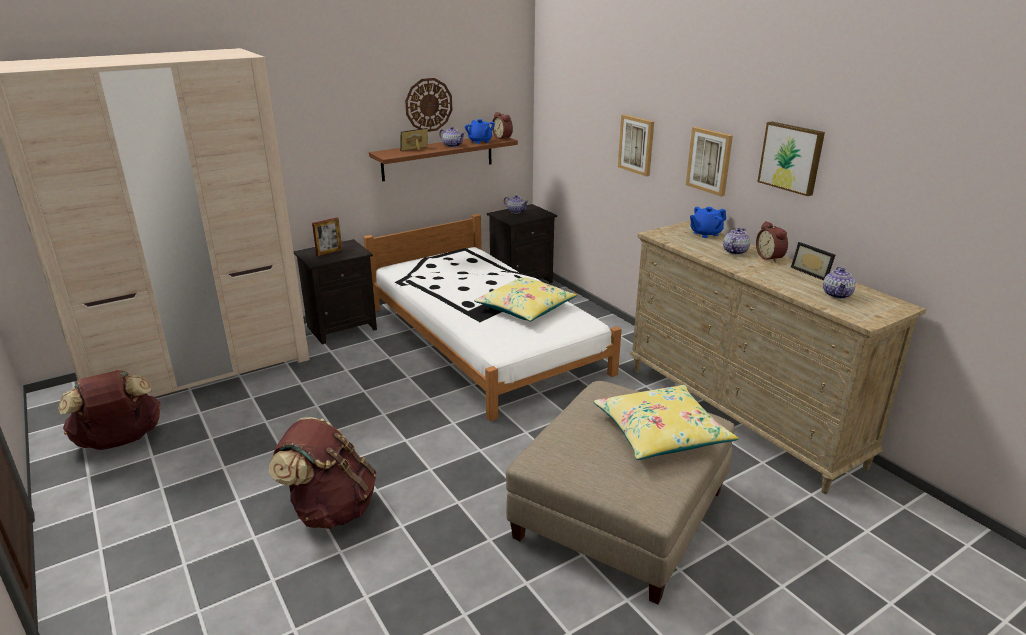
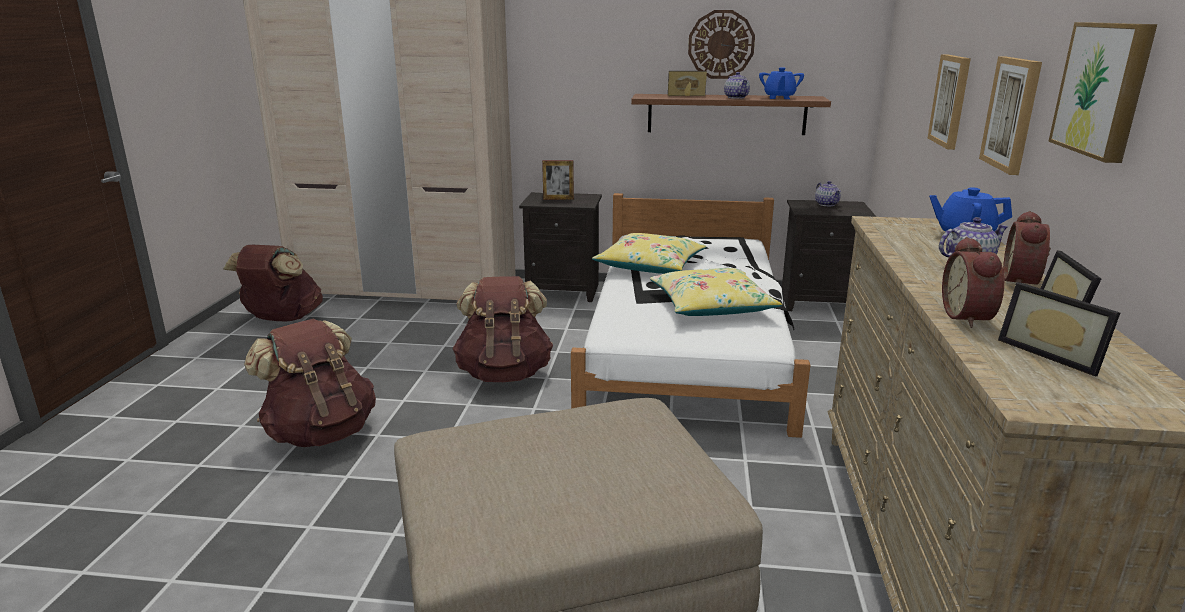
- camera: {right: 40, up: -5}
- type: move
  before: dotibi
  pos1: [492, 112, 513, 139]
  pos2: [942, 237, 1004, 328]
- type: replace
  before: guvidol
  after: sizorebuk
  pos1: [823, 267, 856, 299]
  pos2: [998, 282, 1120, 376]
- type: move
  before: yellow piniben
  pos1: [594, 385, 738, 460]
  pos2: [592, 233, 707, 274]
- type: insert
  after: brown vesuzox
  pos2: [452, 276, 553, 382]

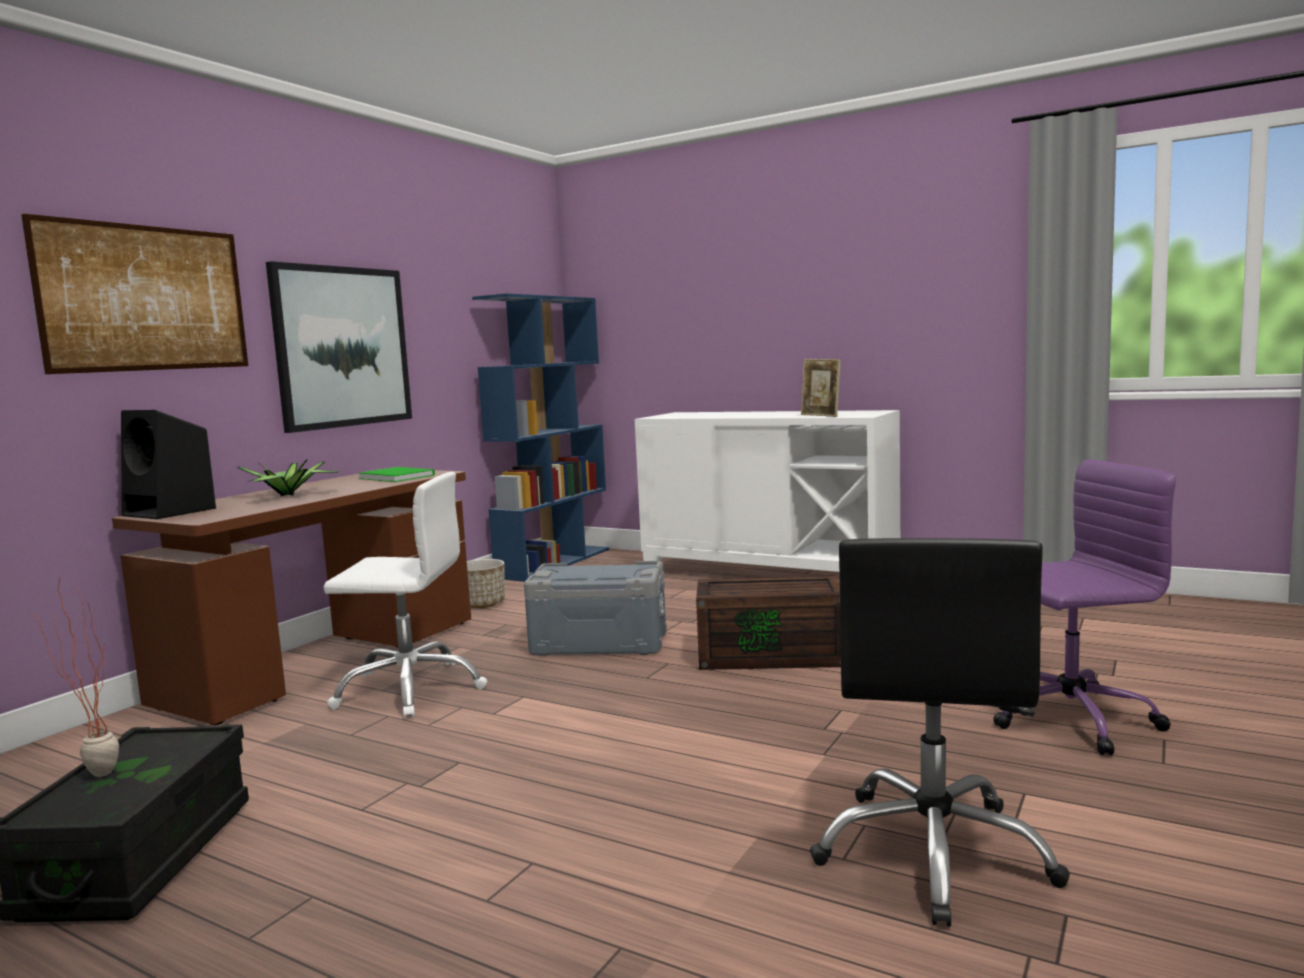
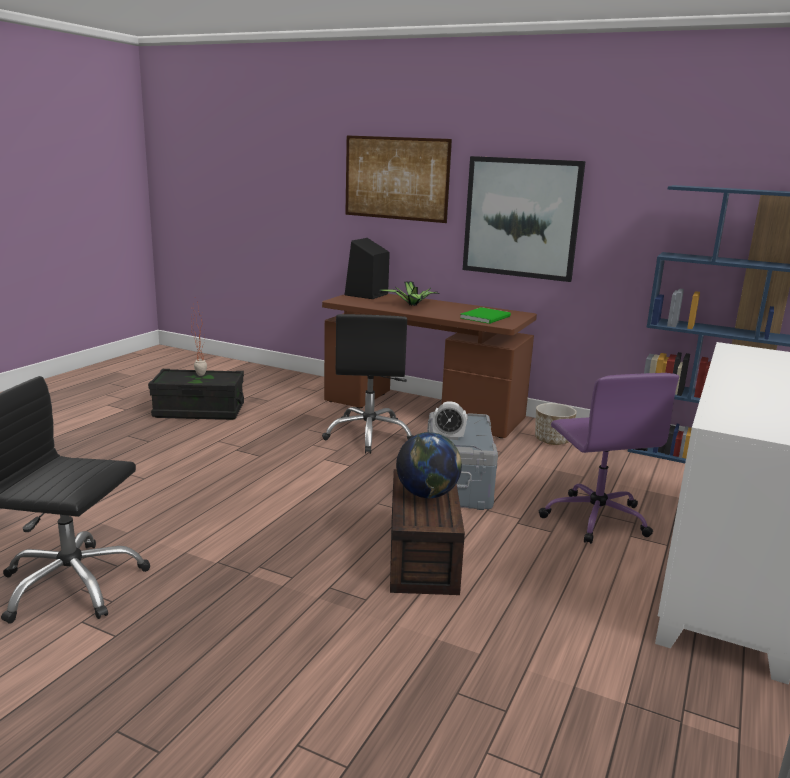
- camera: {right: 85, up: 10}
- type: delete
  before: sizorebuk
  pos1: [801, 359, 841, 417]
- type: move
  before: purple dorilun
  pos1: [993, 460, 1176, 755]
  pos2: [539, 373, 679, 544]
- type: recolor
  before: white dorilun
  after: black dorilun
  pos1: [324, 472, 487, 719]
  pos2: [322, 314, 413, 454]
- type: insert
  after: dotibi
  pos2: [433, 401, 467, 440]
- type: insert
  after: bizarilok
  pos2: [396, 432, 462, 498]

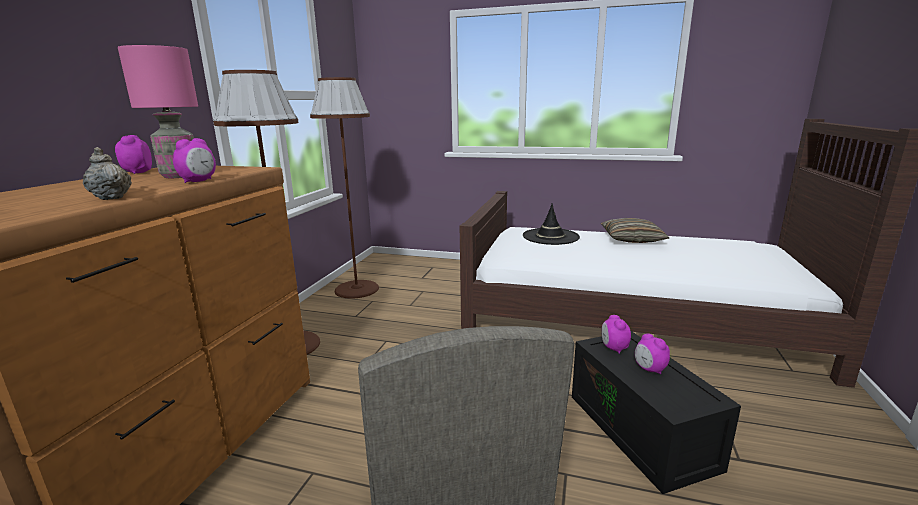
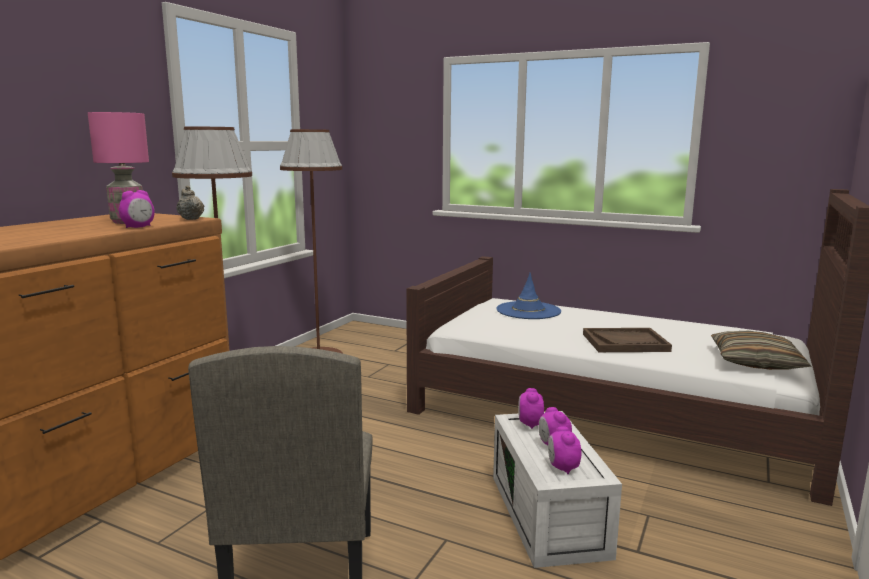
- camera: {right: 10, up: -5}
- type: move
  before: dotibi
  pos1: [115, 135, 152, 174]
  pos2: [548, 426, 581, 474]
- type: move
  before: beige guvidol
  pos1: [83, 147, 132, 200]
  pos2: [176, 185, 204, 220]
- type: recolor
  before: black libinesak
  after: blue libinesak
  pos1: [523, 203, 580, 245]
  pos2: [496, 273, 561, 319]
- type: move
  before: piniben
  pos1: [601, 218, 669, 243]
  pos2: [711, 331, 812, 370]
- type: recolor
  before: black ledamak
  after: white ledamak
  pos1: [572, 330, 741, 494]
  pos2: [493, 411, 622, 568]
- type: insert
  after: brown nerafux
  pos2: [583, 328, 672, 352]

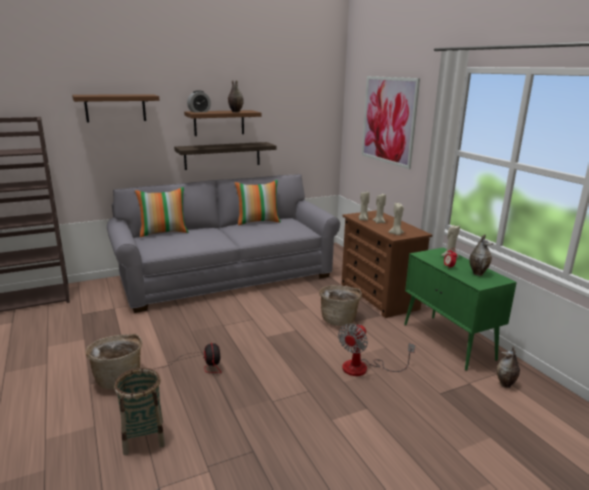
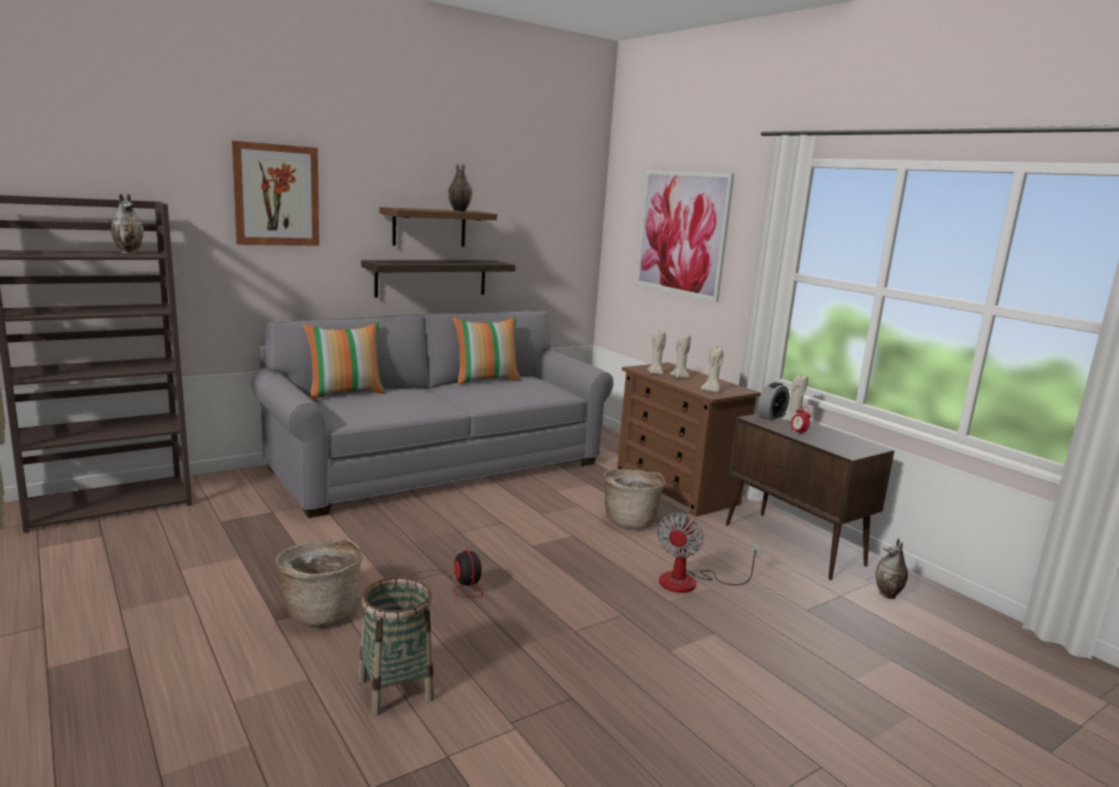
- camera: {right: -10, up: -5}
- type: move
  before: dotibi
  pos1: [187, 90, 211, 113]
  pos2: [758, 382, 789, 420]
- type: replace
  before: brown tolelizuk
  after: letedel
  pos1: [72, 94, 160, 123]
  pos2: [232, 141, 319, 246]
- type: move
  before: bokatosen
  pos1: [470, 235, 493, 276]
  pos2: [111, 193, 144, 254]
- type: recolor
  before: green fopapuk
  after: brown fopapuk
  pos1: [404, 248, 517, 371]
  pos2: [726, 413, 895, 580]

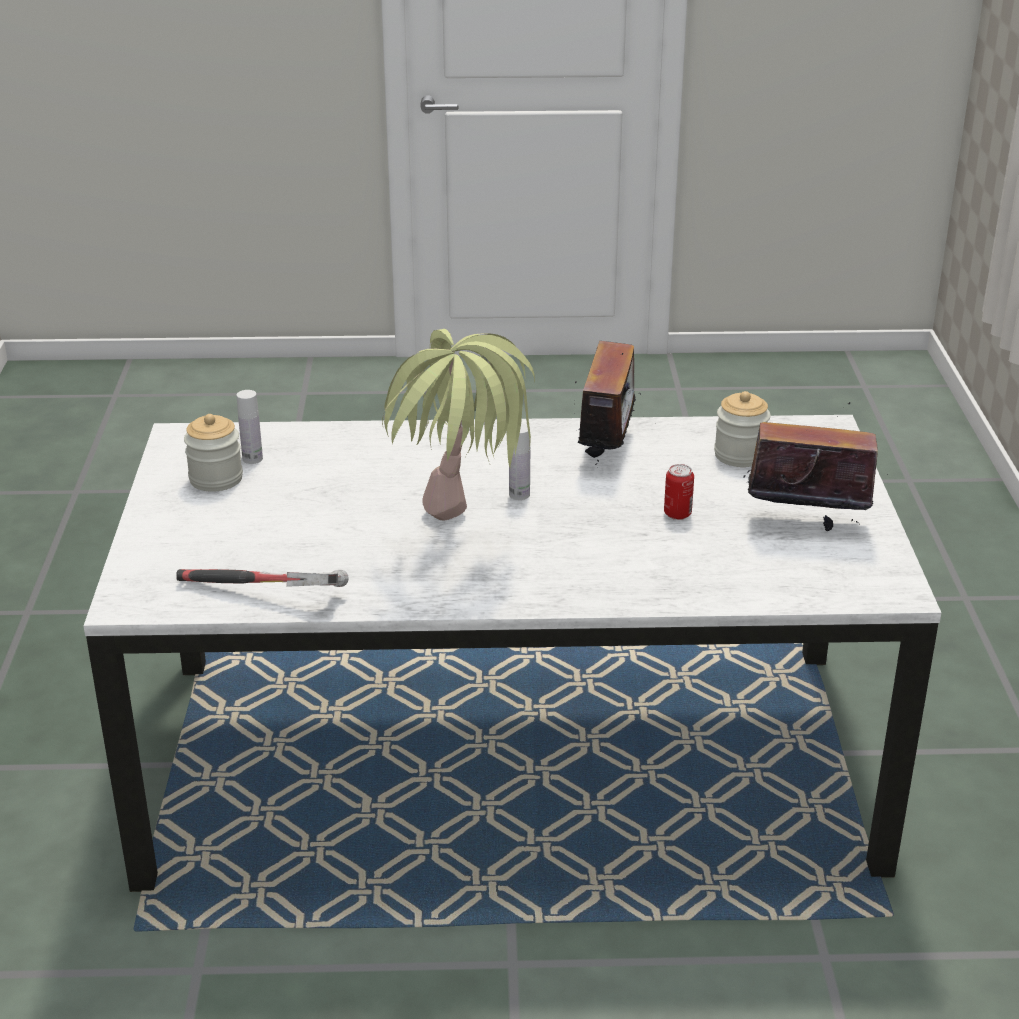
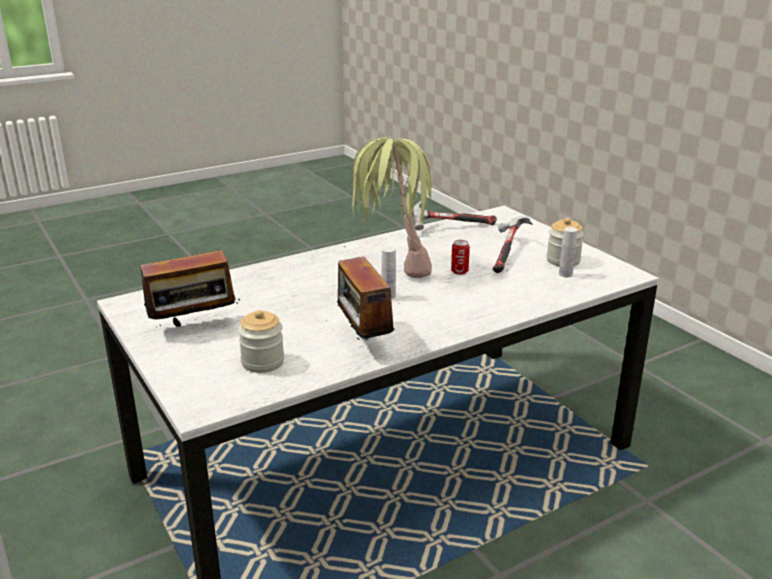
- camera: {right: 150, up: -5}
- type: move
  before: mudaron
  pos1: [664, 464, 694, 520]
  pos2: [451, 240, 470, 275]
- type: insert
  after: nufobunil
  pos2: [493, 216, 533, 273]

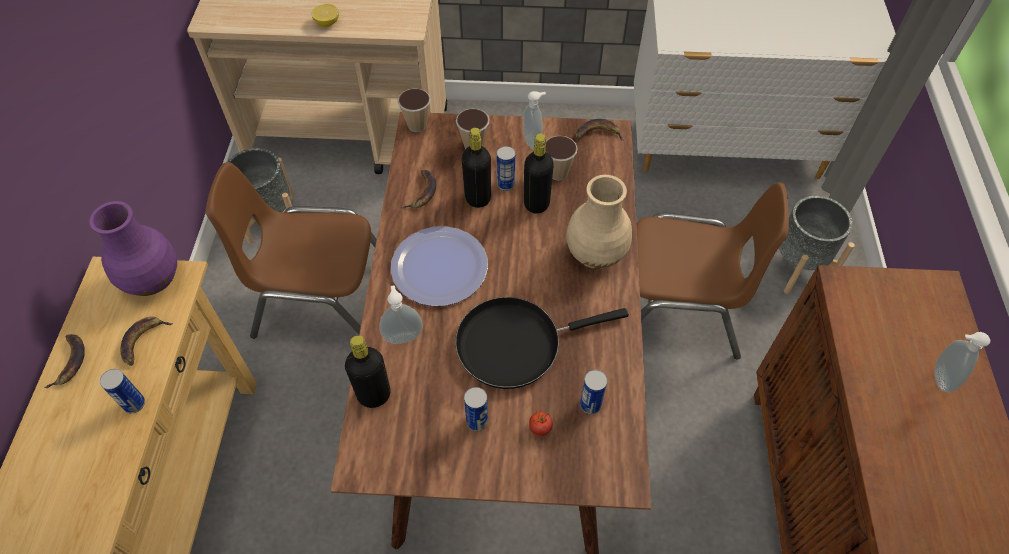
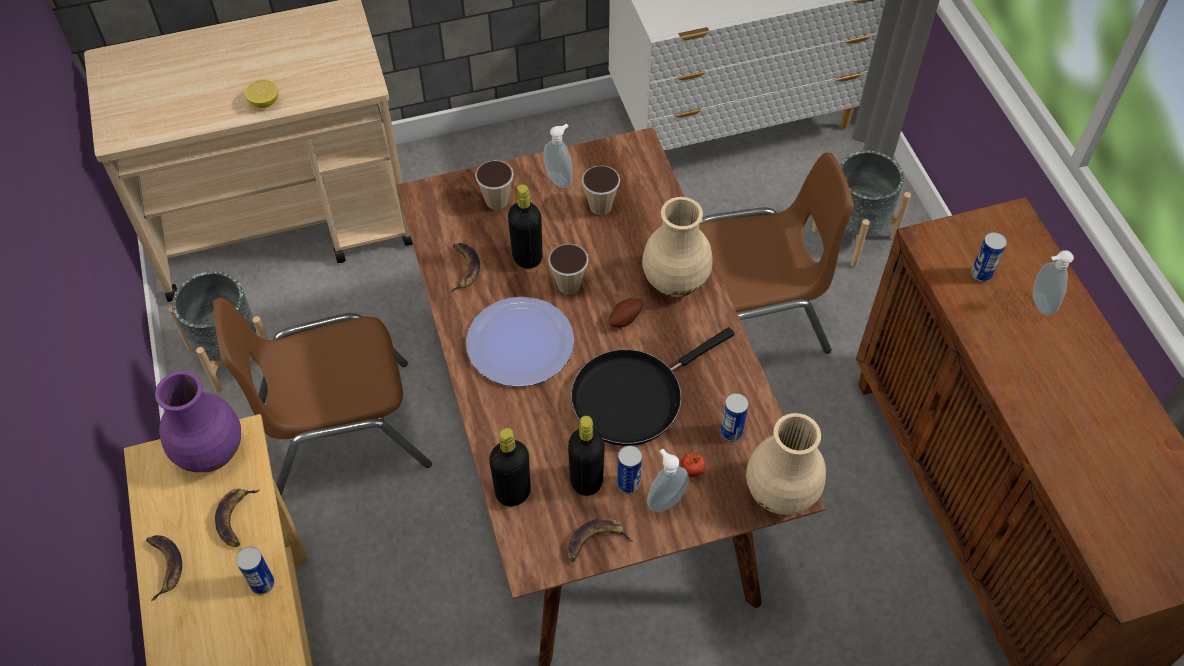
- camera: {right: -20, up: 0}
- type: move
  before: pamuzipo
  pos1: [398, 88, 431, 132]
  pos2: [548, 244, 589, 295]
- type: move
  before: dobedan
  pos1: [576, 119, 624, 141]
  pos2: [567, 518, 633, 562]
- type: move
  before: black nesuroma
  pos1: [524, 133, 554, 214]
  pos2: [568, 416, 605, 496]
- type: move
  before: mudaron
  pos1: [497, 146, 515, 191]
  pos2: [971, 232, 1007, 282]
- type: move
  before: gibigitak
  pos1: [379, 285, 423, 344]
  pos2: [647, 449, 689, 512]
- type: insert
  after: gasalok
  pos2: [609, 298, 643, 328]
- type: insert
  after: beige bokatosen
  pos2: [746, 413, 826, 515]

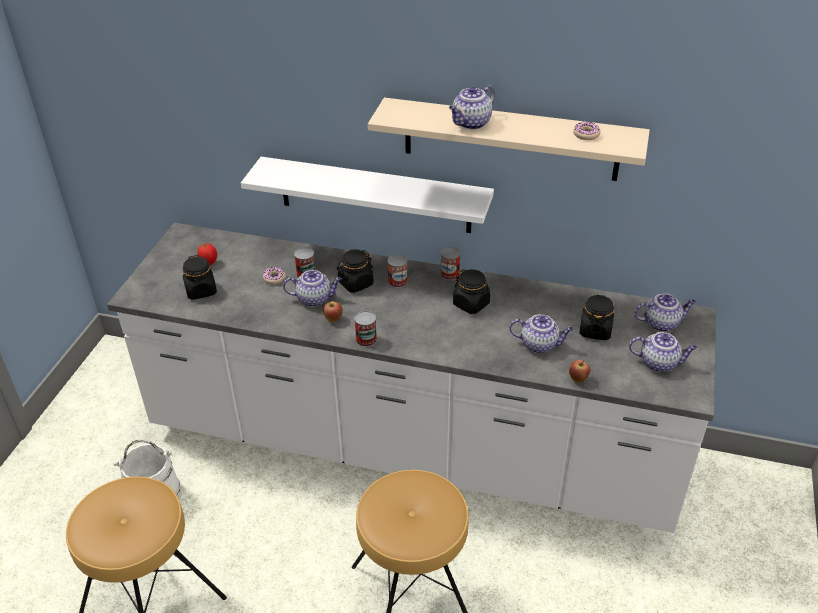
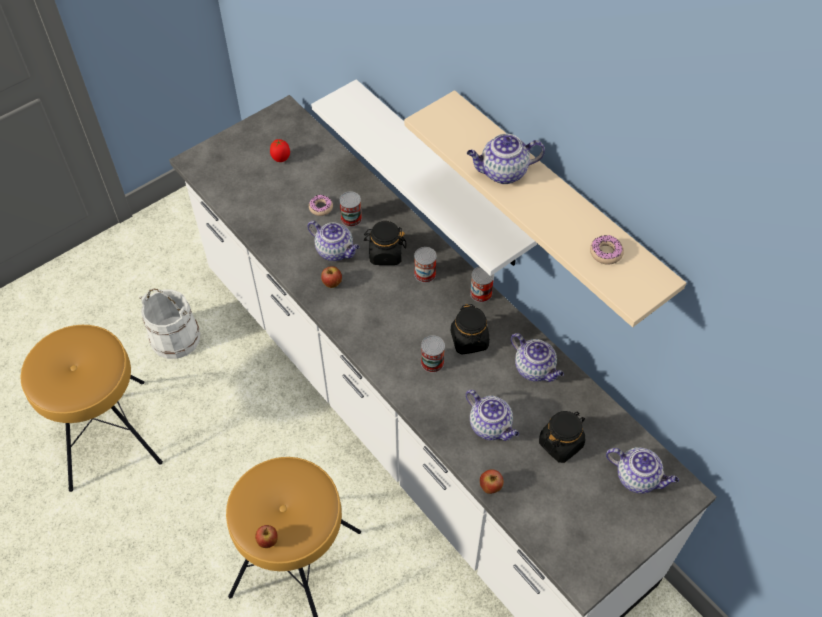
- camera: {right: 35, up: 15}
- type: delete
  before: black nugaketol
  pos1: [183, 255, 217, 300]
- type: move
  before: mudaron
  pos1: [354, 311, 377, 347]
  pos2: [421, 335, 445, 373]
- type: move
  before: guvidol
  pos1: [629, 332, 697, 372]
  pos2: [511, 333, 564, 382]
- type: insert
  after: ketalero
  pos2: [255, 525, 278, 548]

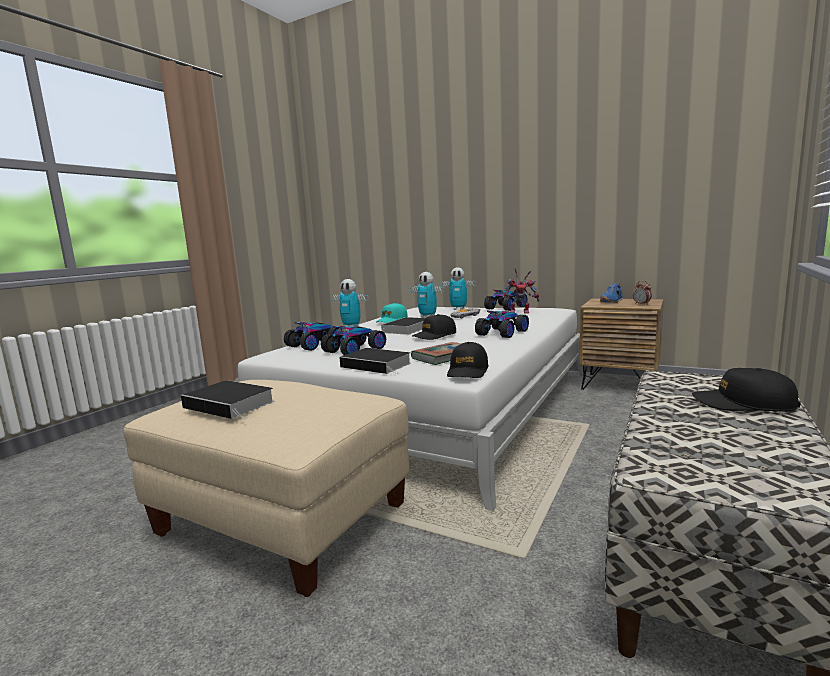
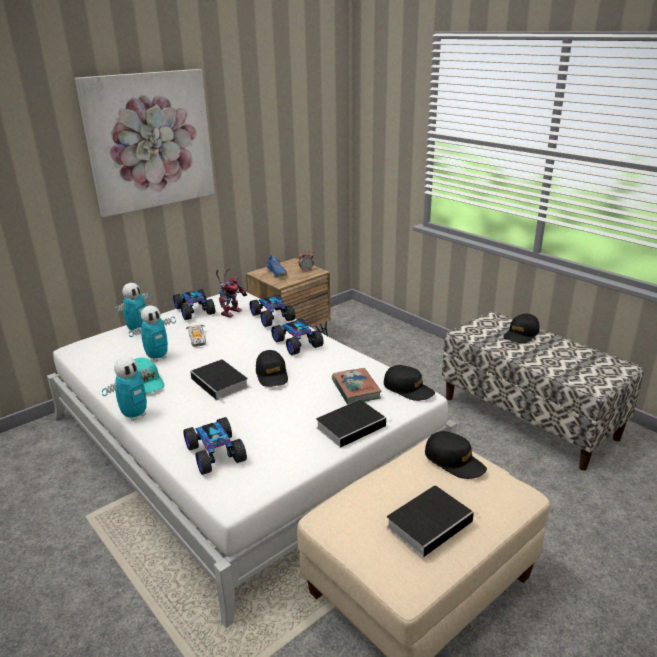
- camera: {right: -70, up: 15}
- type: move
  before: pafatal
  pos1: [321, 326, 386, 355]
  pos2: [250, 295, 295, 327]
- type: insert
  after: letedel
  pos2: [74, 69, 215, 217]
- type: insert
  after: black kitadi
  pos2: [425, 431, 487, 479]

